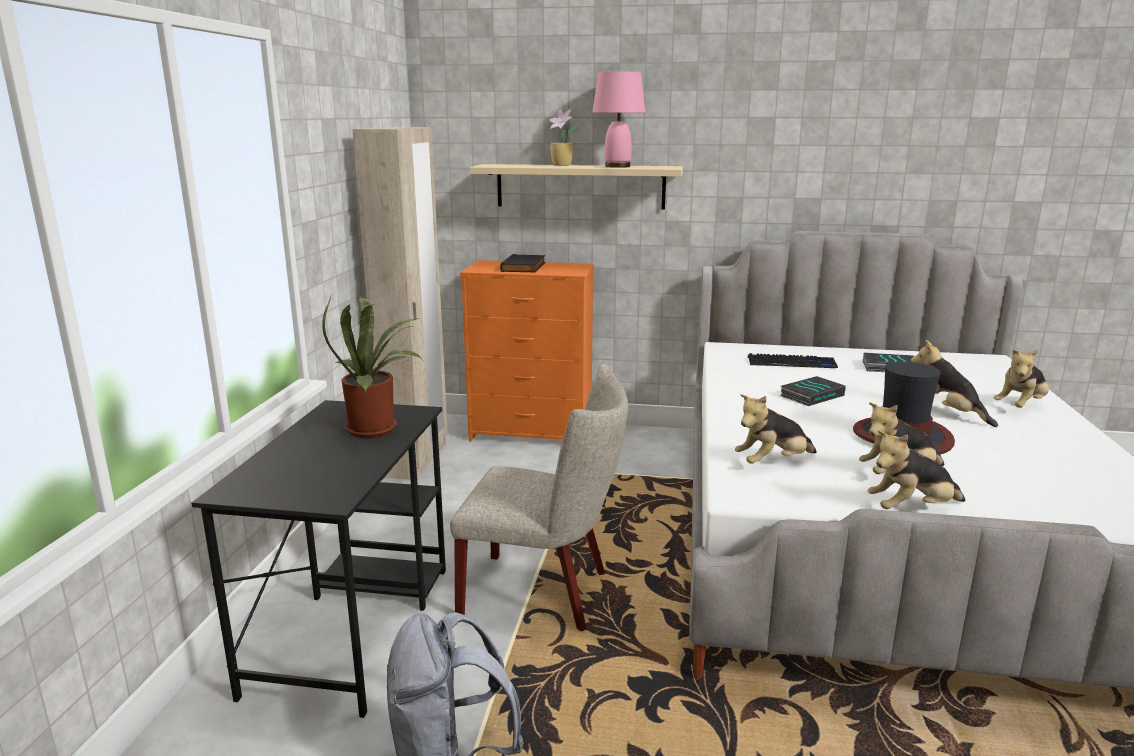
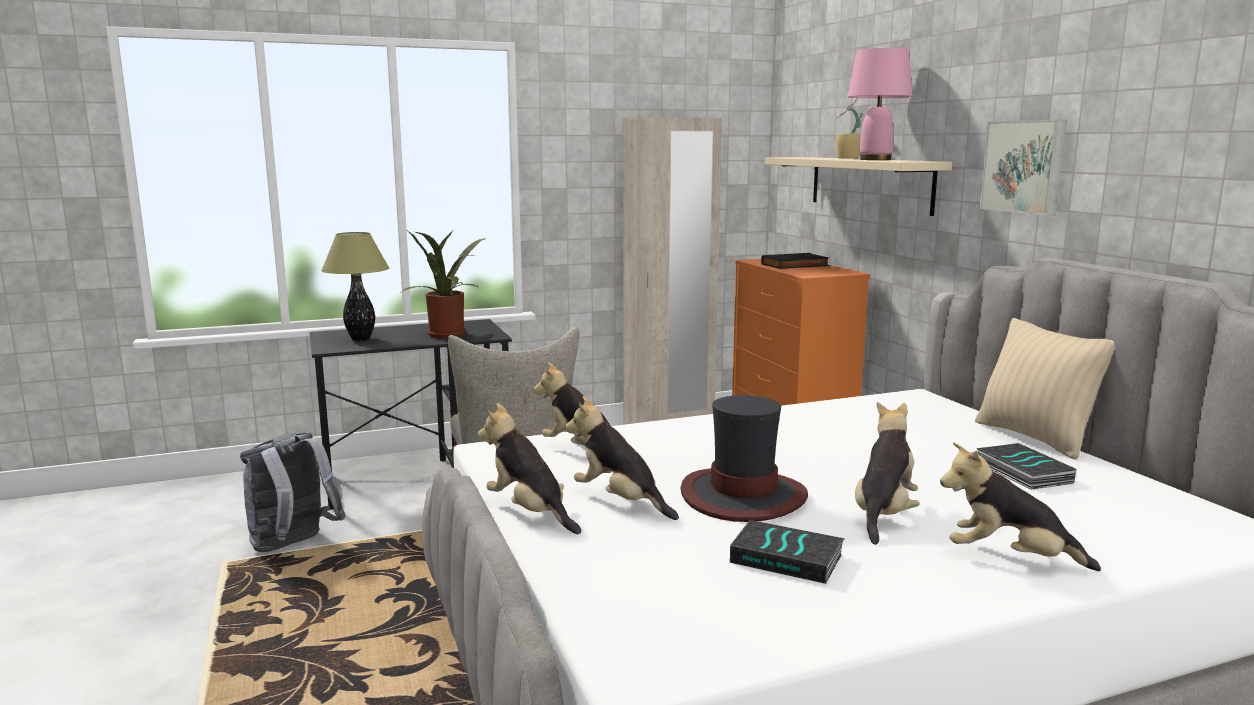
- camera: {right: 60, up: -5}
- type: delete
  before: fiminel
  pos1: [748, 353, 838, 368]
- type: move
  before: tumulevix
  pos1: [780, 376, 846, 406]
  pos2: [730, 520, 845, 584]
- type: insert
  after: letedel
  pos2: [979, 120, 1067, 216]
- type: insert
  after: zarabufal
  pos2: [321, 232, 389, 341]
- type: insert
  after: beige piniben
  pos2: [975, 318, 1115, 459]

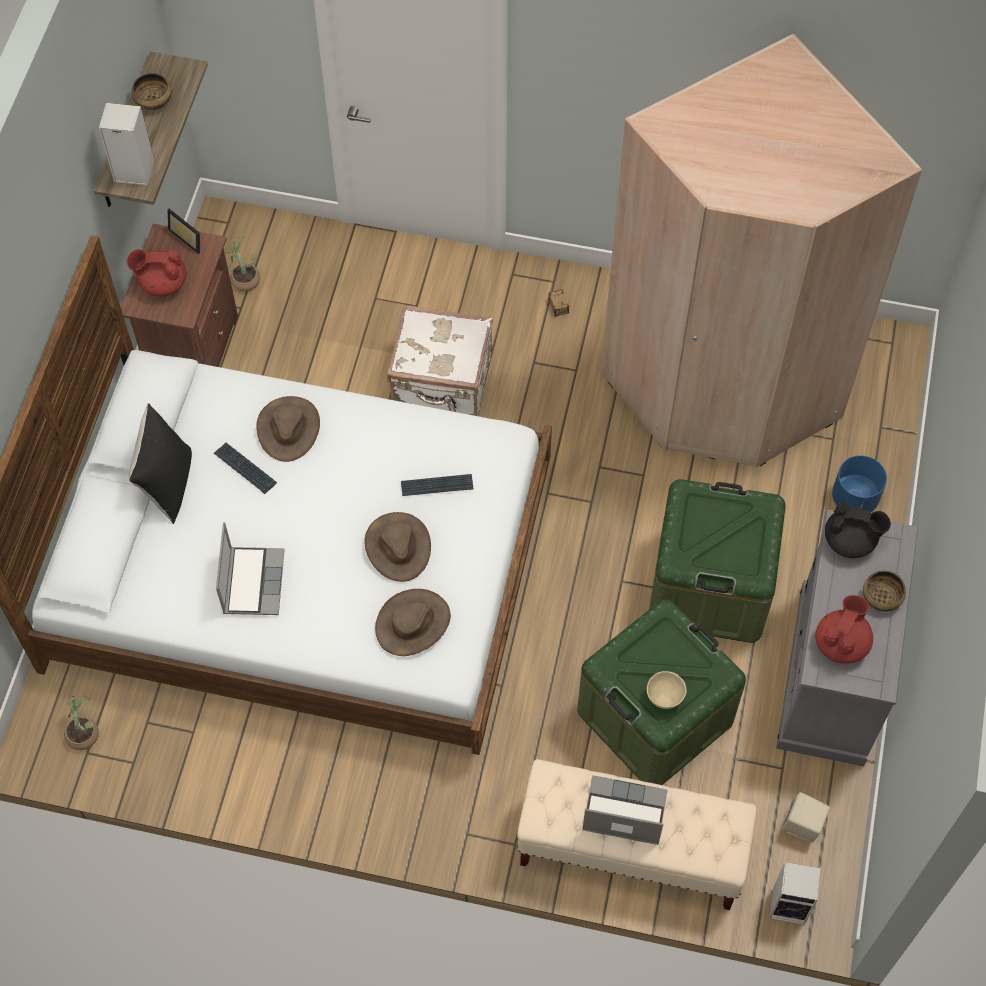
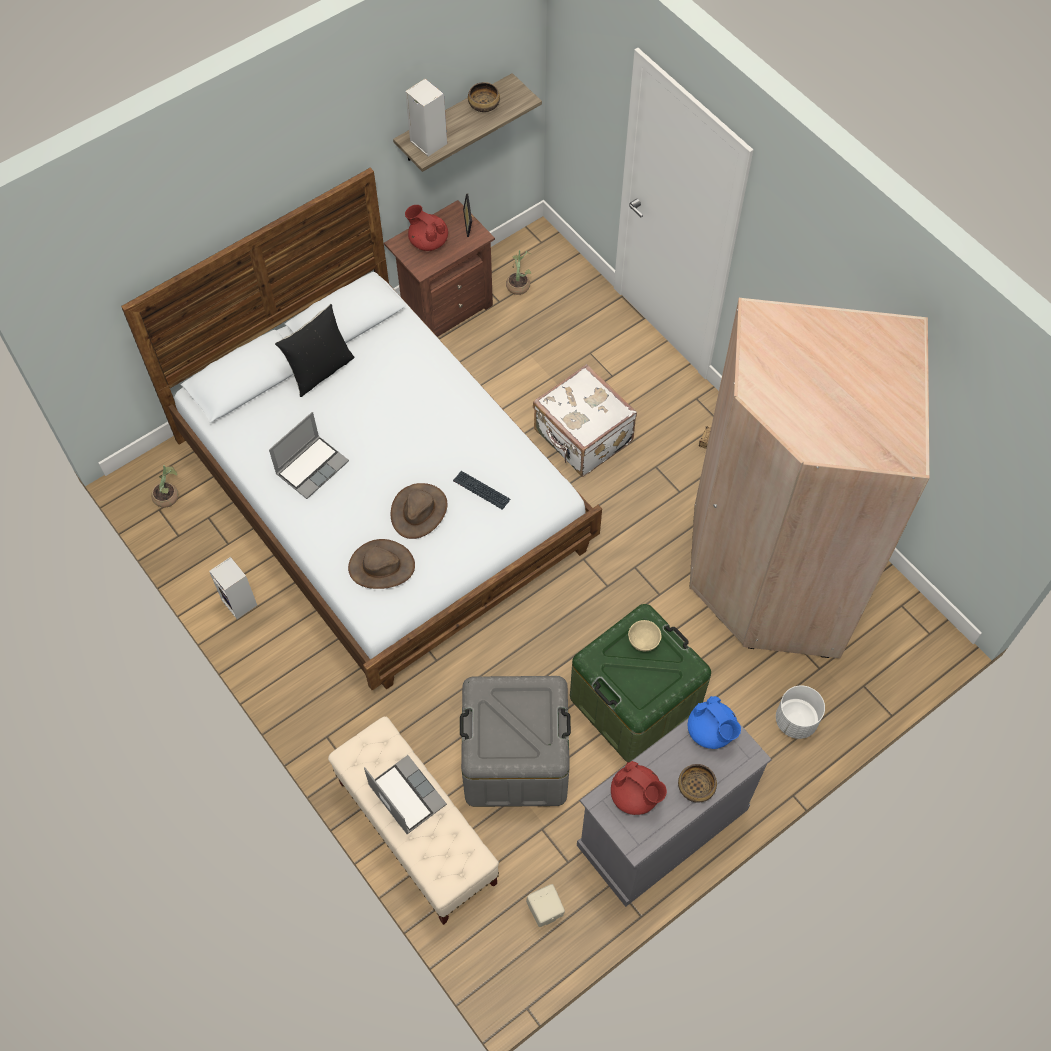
- camera: {right: 40, up: 0}
- type: delete
  before: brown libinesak
  pos1: [256, 396, 320, 462]
- type: delete
  before: fiminel
  pos1: [214, 443, 277, 494]
- type: recolor
  before: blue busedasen
  after: white busedasen
  pos1: [832, 455, 887, 512]
  pos2: [776, 685, 825, 739]
- type: recolor
  before: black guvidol
  after: blue guvidol
  pos1: [825, 503, 891, 558]
  pos2: [688, 696, 741, 749]
- type: rotate
  before: red guvidol
  pos1: [815, 595, 873, 664]
  pos2: [611, 761, 667, 815]
  turn: 60
- type: recolor
  before: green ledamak
  after: grey ledamak
  pos1: [577, 600, 746, 785]
  pos2: [460, 676, 571, 807]
- type: move
  before: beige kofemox
  pos1: [647, 671, 687, 709]
  pos2: [628, 620, 661, 651]
- type: move
  before: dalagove
  pos1: [770, 862, 821, 925]
  pos2: [209, 557, 257, 619]

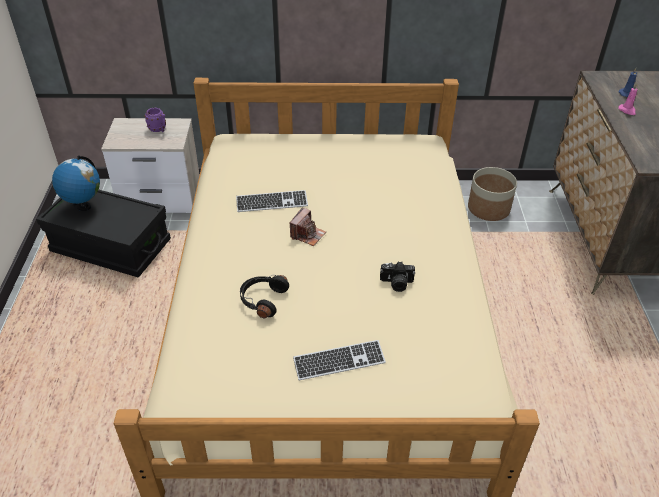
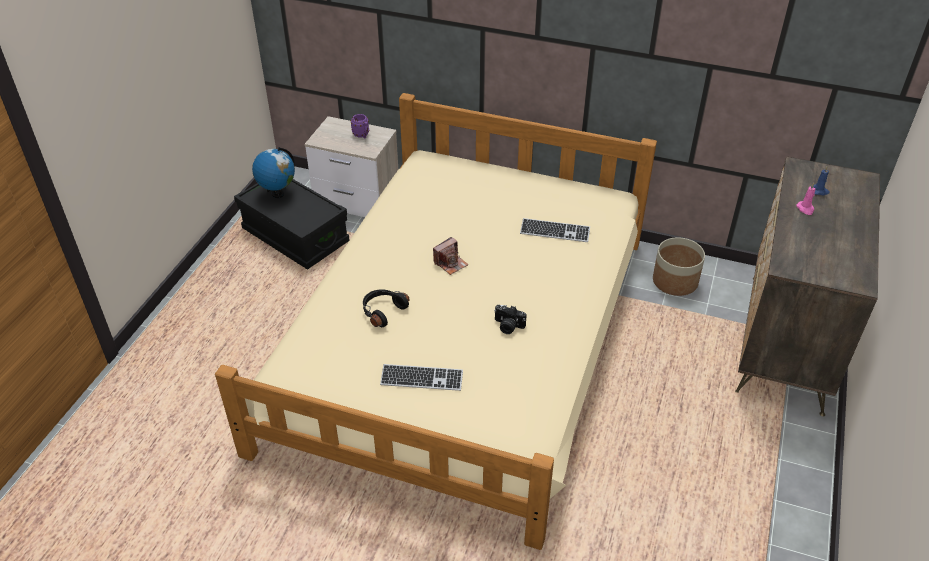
- camera: {right: 20, up: 0}
- type: move
  before: fiminel
  pos1: [236, 190, 308, 212]
  pos2: [520, 218, 590, 242]

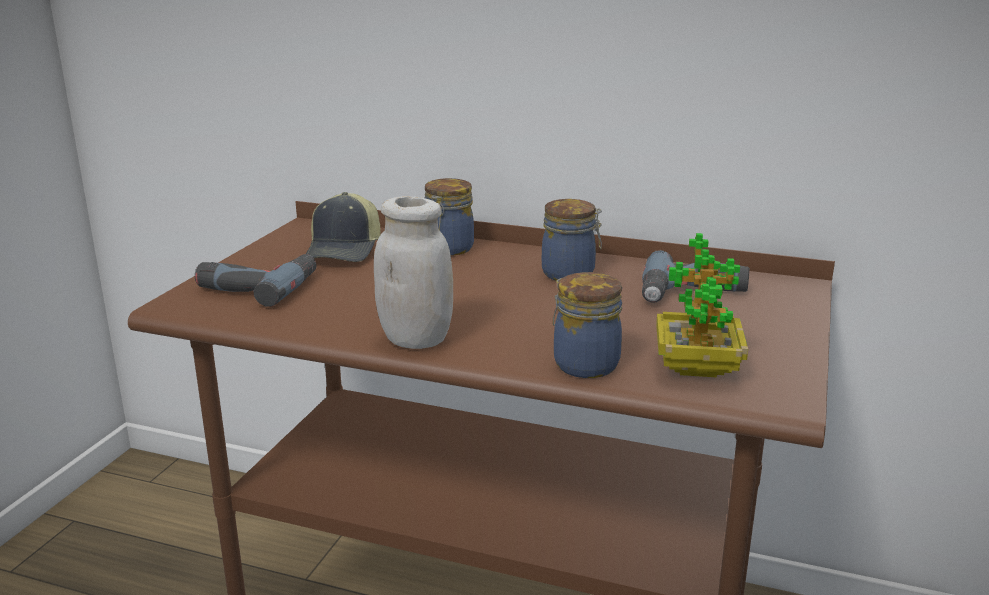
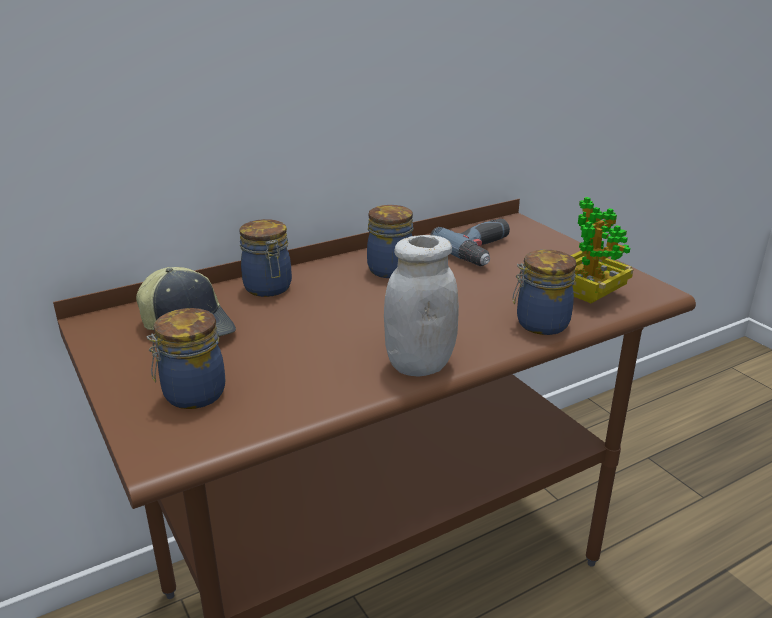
- camera: {right: -50, up: 5}
- type: replace
  before: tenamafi
  after: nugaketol
  pos1: [195, 254, 316, 307]
  pos2: [147, 308, 225, 409]

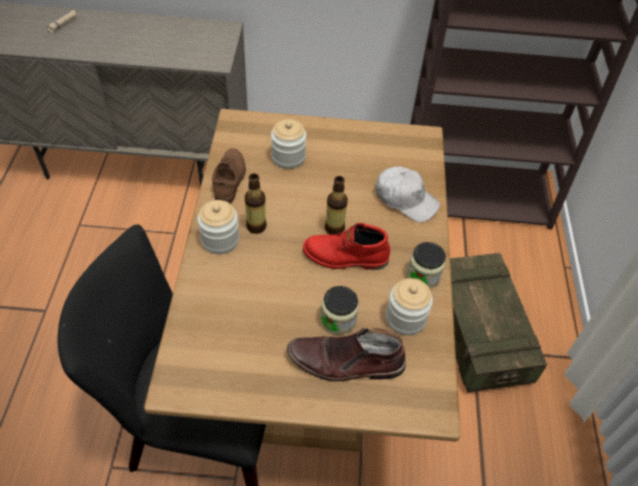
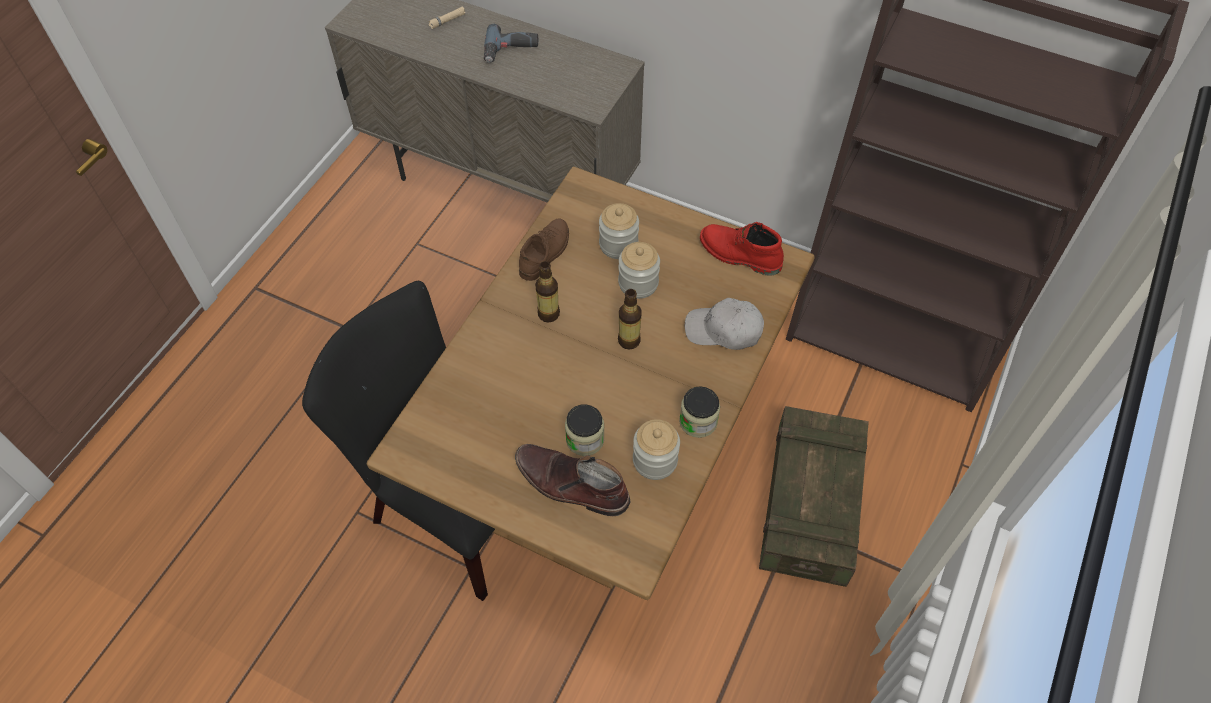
- camera: {right: 25, up: 5}
- type: rotate
  before: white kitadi
  pos1: [376, 166, 440, 222]
  pos2: [685, 298, 764, 350]
  turn: 135
- type: move
  before: nugaketol
  pos1: [198, 200, 239, 254]
  pos2: [618, 242, 660, 299]
- type: move
  before: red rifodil
  pos1: [303, 223, 390, 270]
  pos2: [700, 222, 784, 276]
- type: insert
  after: tenamafi
  pos2: [484, 24, 538, 63]

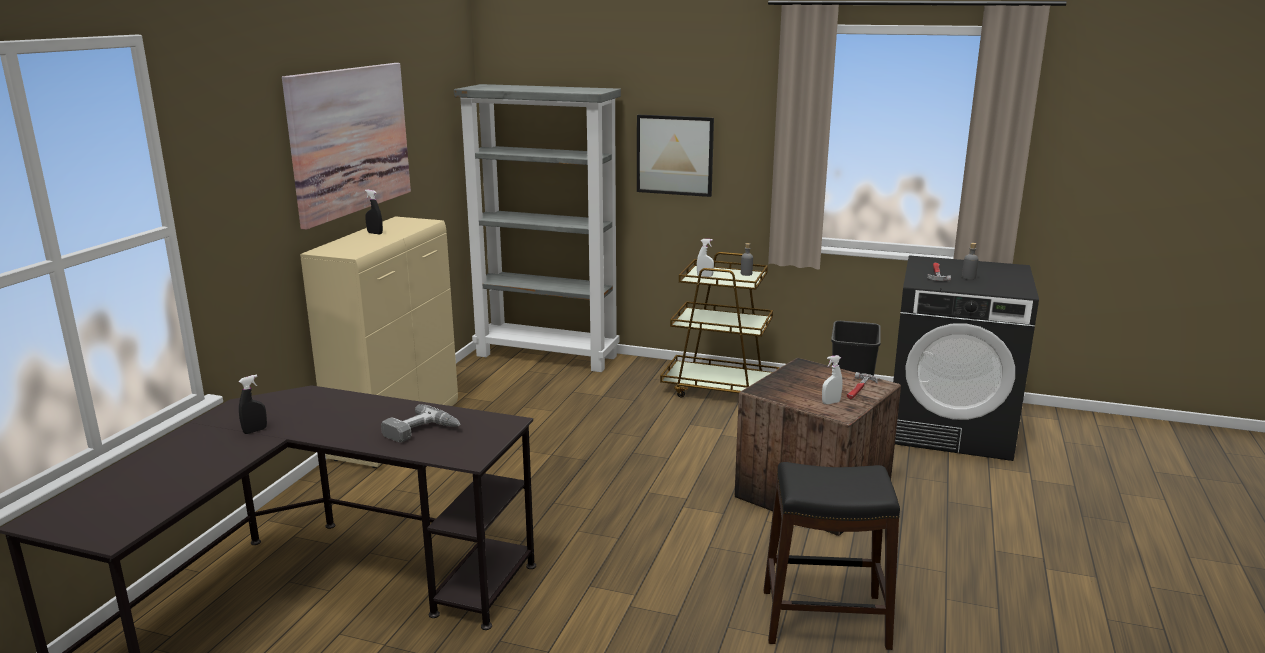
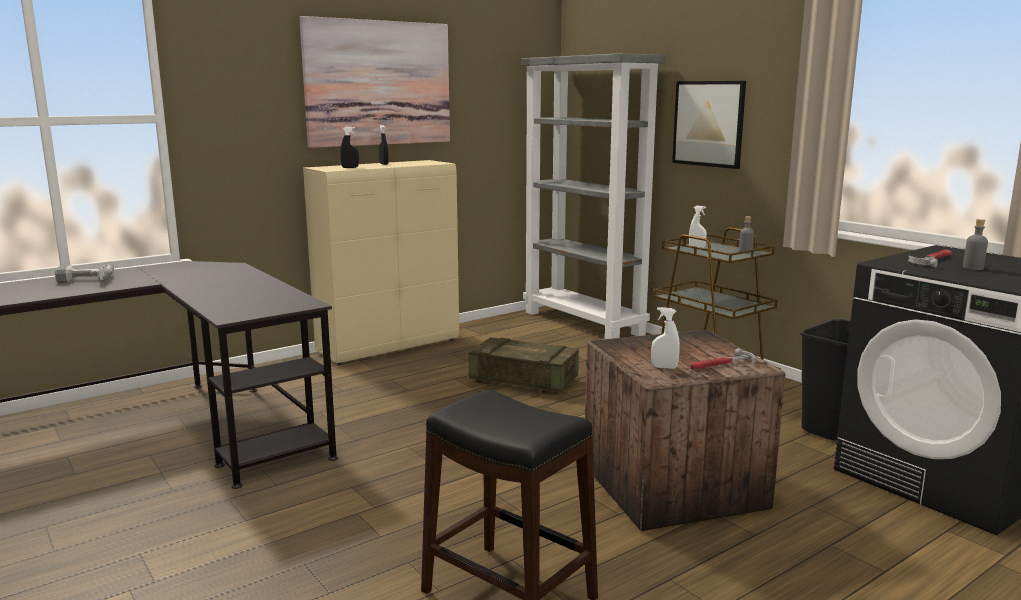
- camera: {right: 35, up: -5}
- type: move
  before: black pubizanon
  pos1: [239, 374, 267, 434]
  pos2: [340, 127, 359, 168]
- type: move
  before: tenamafi
  pos1: [381, 404, 460, 443]
  pos2: [55, 264, 114, 283]
- type: insert
  after: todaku
  pos2: [469, 337, 579, 395]

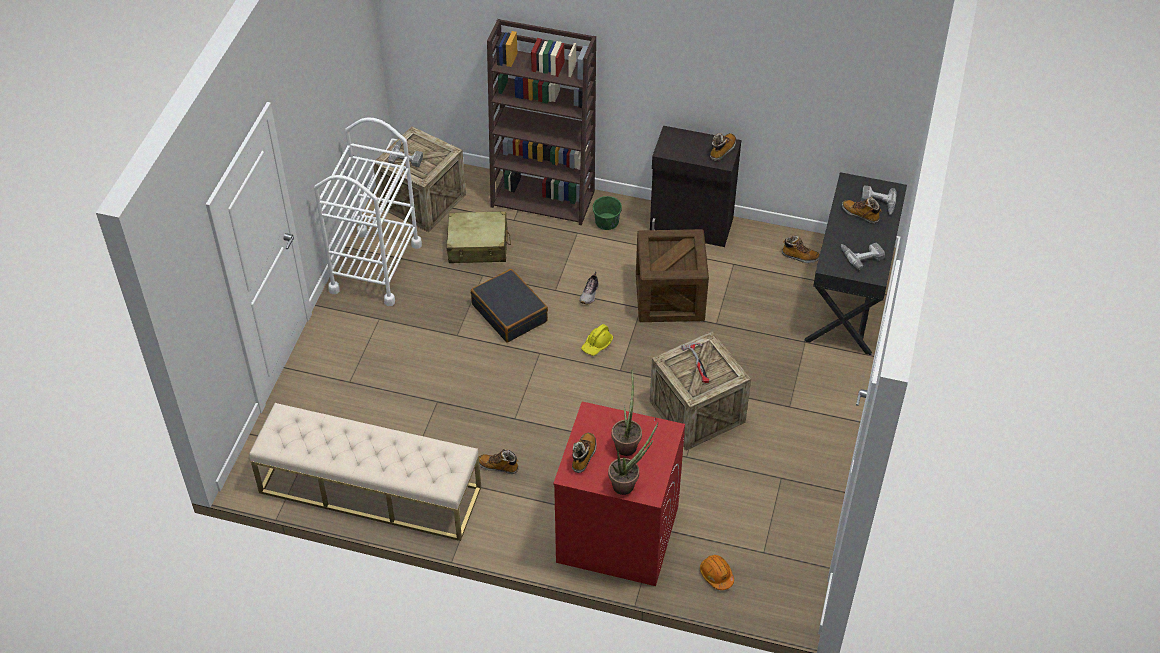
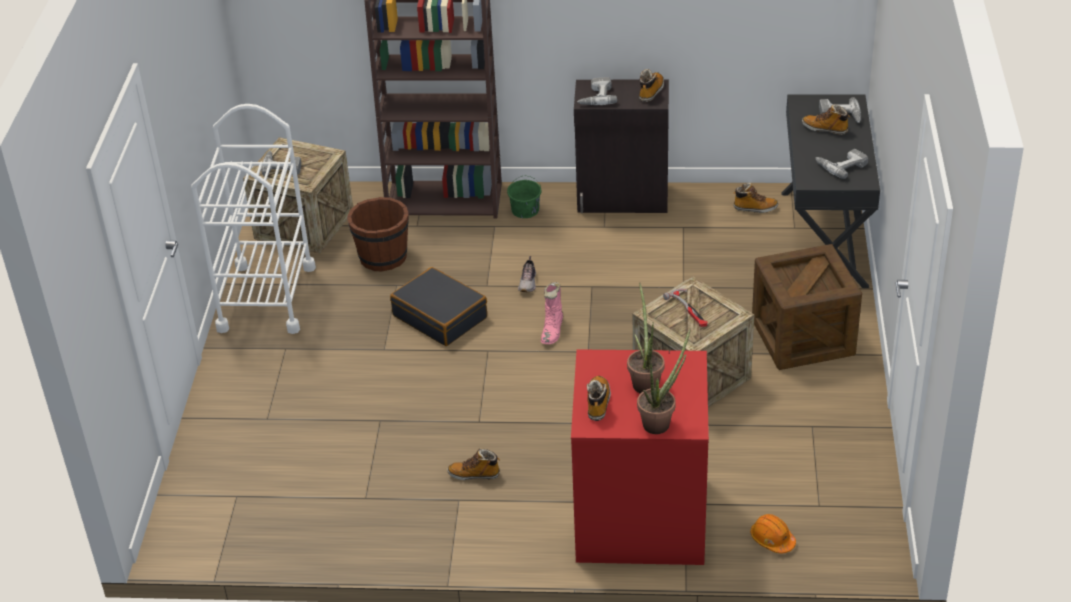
- camera: {right: -10, up: -10}
- type: replace
  before: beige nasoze
  after: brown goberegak
  pos1: [447, 211, 511, 263]
  pos2: [347, 197, 409, 271]
- type: move
  before: todaku
  pos1: [636, 229, 709, 322]
  pos2: [752, 244, 862, 370]
- type: replace
  before: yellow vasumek
  after: pink rifodil
  pos1: [581, 324, 613, 356]
  pos2: [541, 282, 563, 344]
- type: delete
  before: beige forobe
  pos1: [249, 403, 481, 541]
- type: insert
  after: tenamafi
  pos2: [577, 77, 617, 105]

